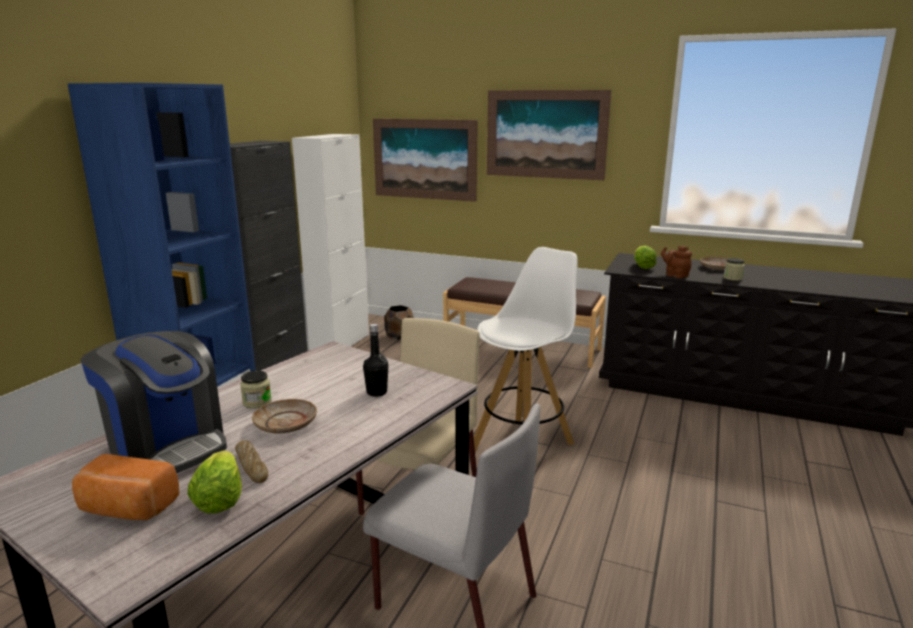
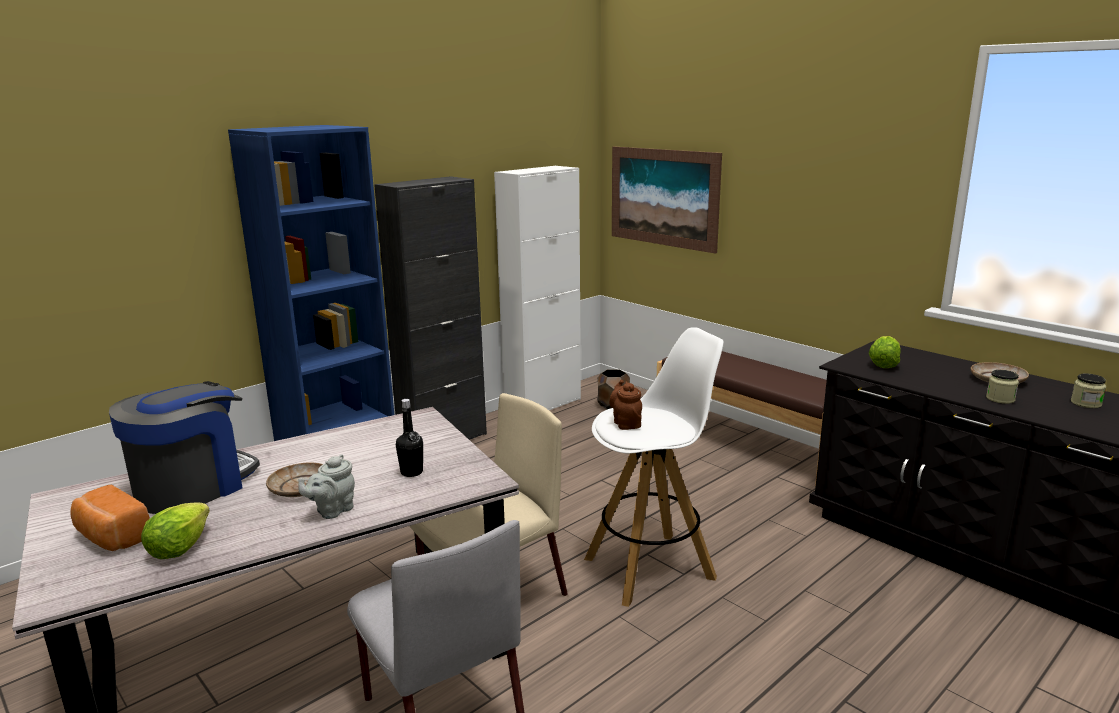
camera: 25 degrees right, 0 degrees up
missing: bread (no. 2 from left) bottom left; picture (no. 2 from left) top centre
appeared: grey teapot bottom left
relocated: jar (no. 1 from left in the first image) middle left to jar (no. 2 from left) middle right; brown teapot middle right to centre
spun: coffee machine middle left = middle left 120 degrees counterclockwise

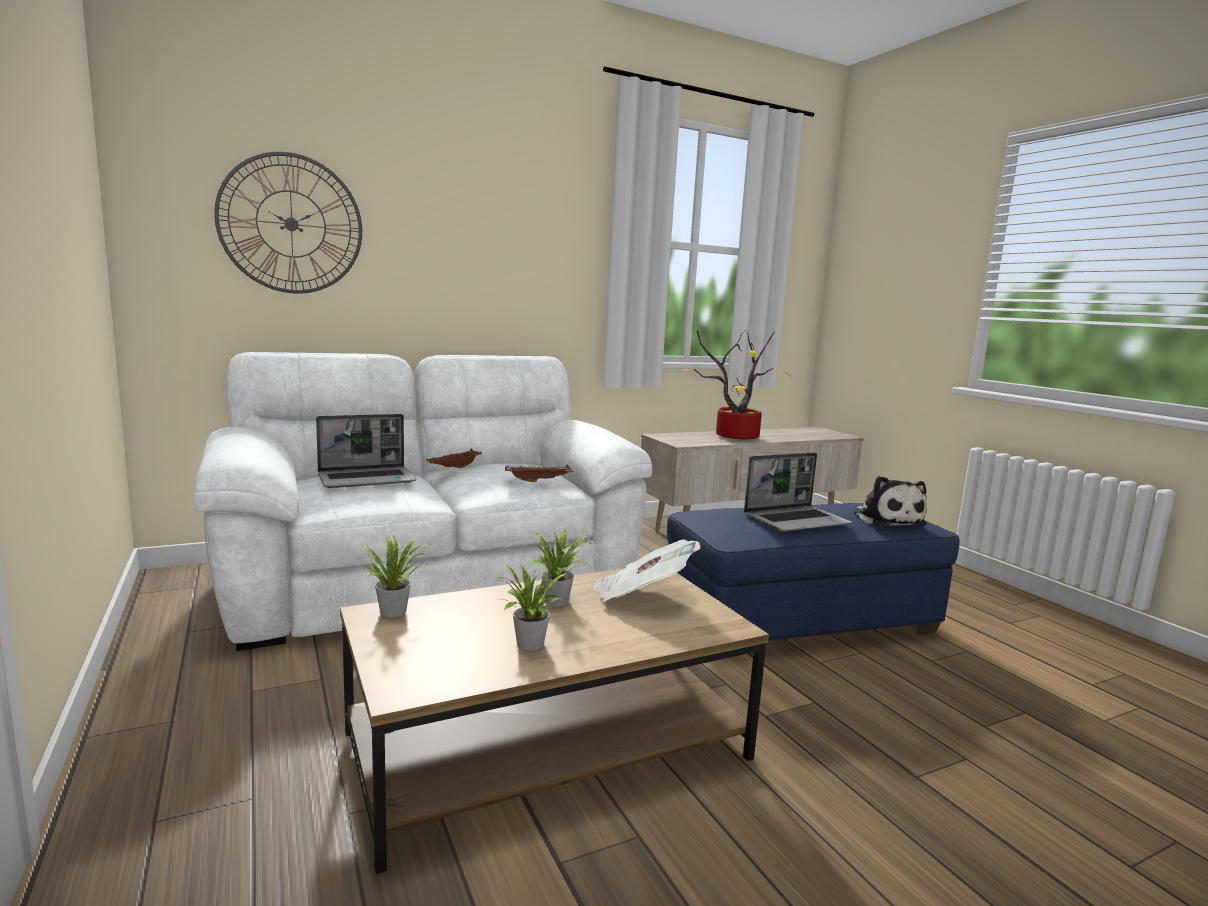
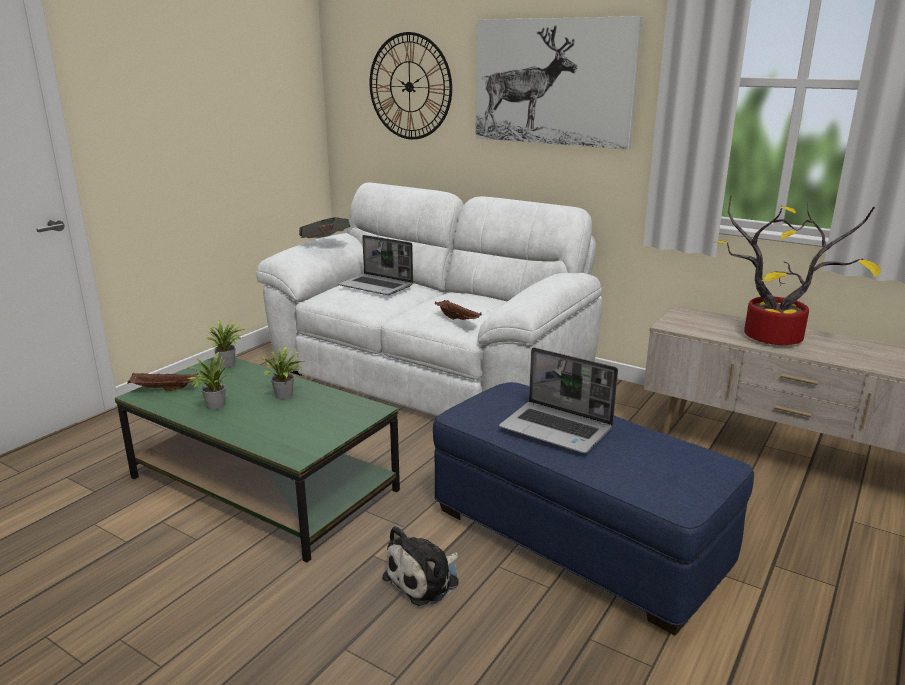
camera: 60 degrees right, 10 degrees up
appeared: picture top centre
relocated: brown tray (no. 1 from left) centre to middle left; newspaper centre to top centre; plush toy middle right to bottom centre
colour: brown coffee table bottom centre to green coffee table bottom left

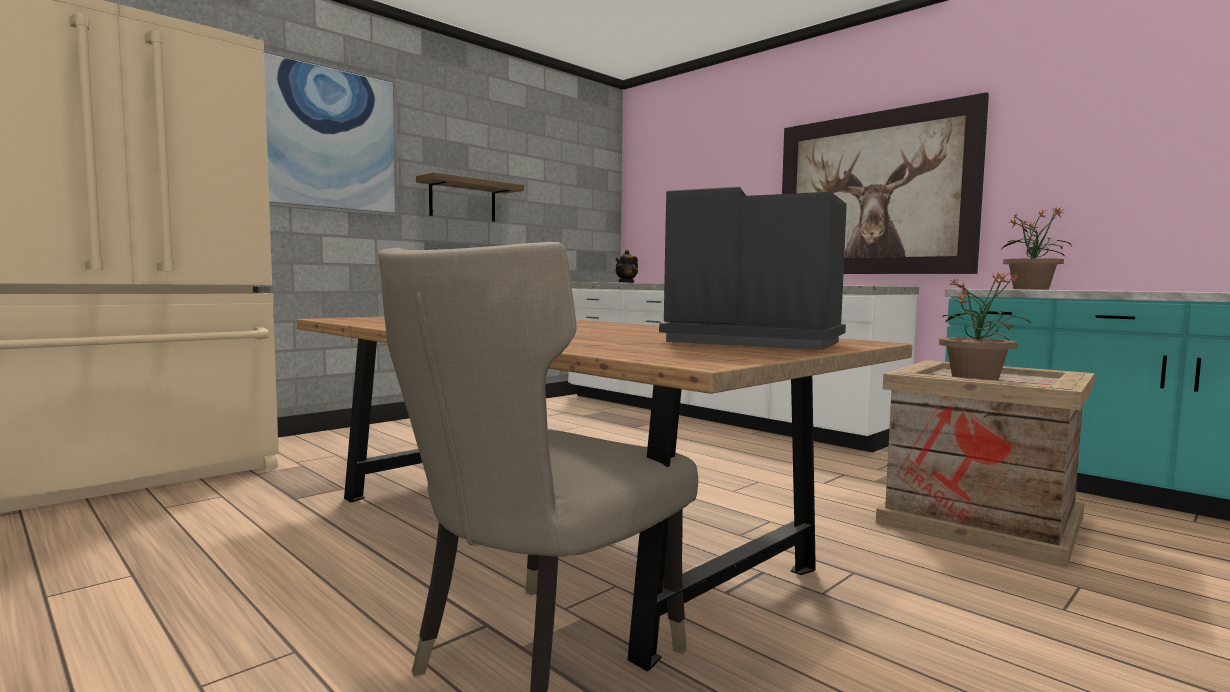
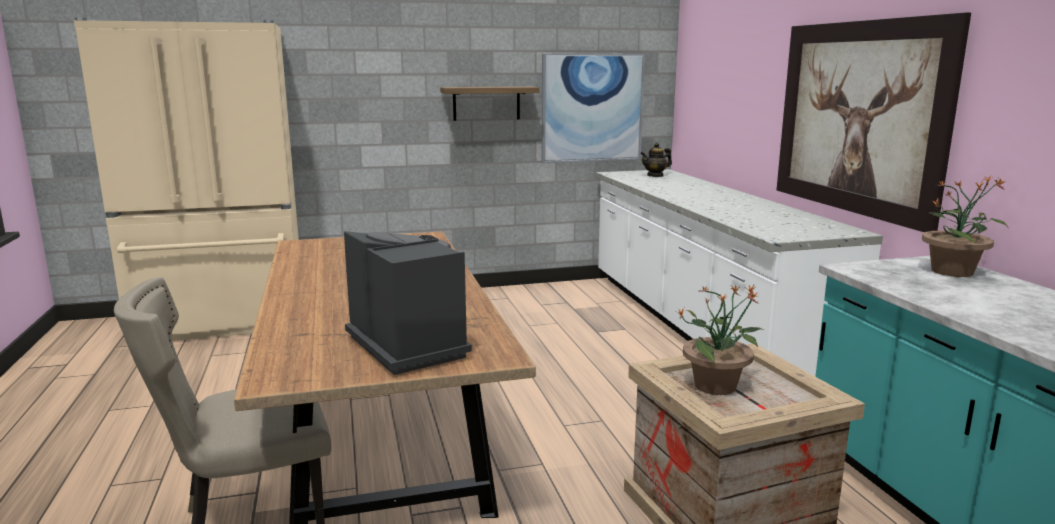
camera: 30 degrees right, 10 degrees up
relocated: picture (no. 1 from left) top left to top centre

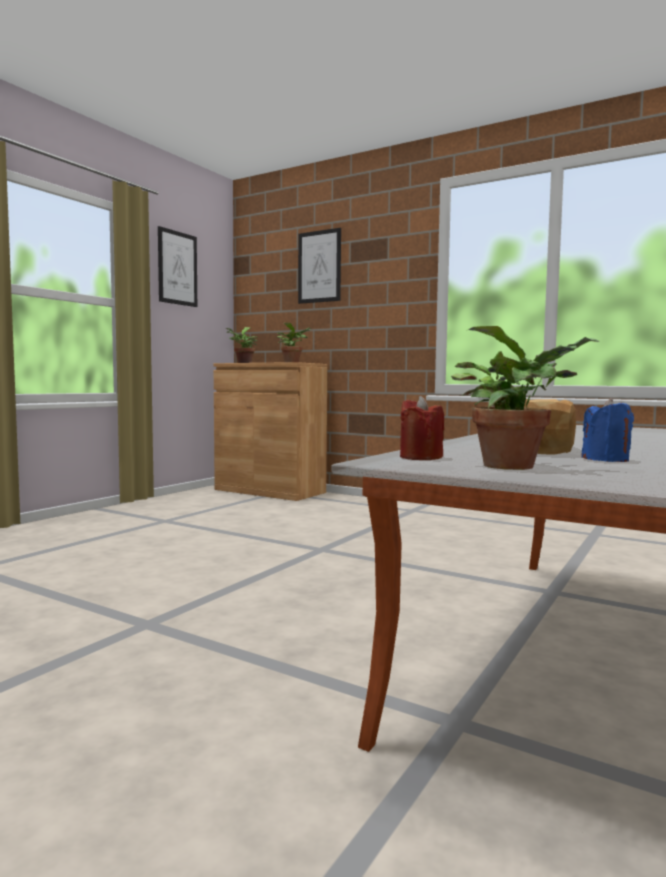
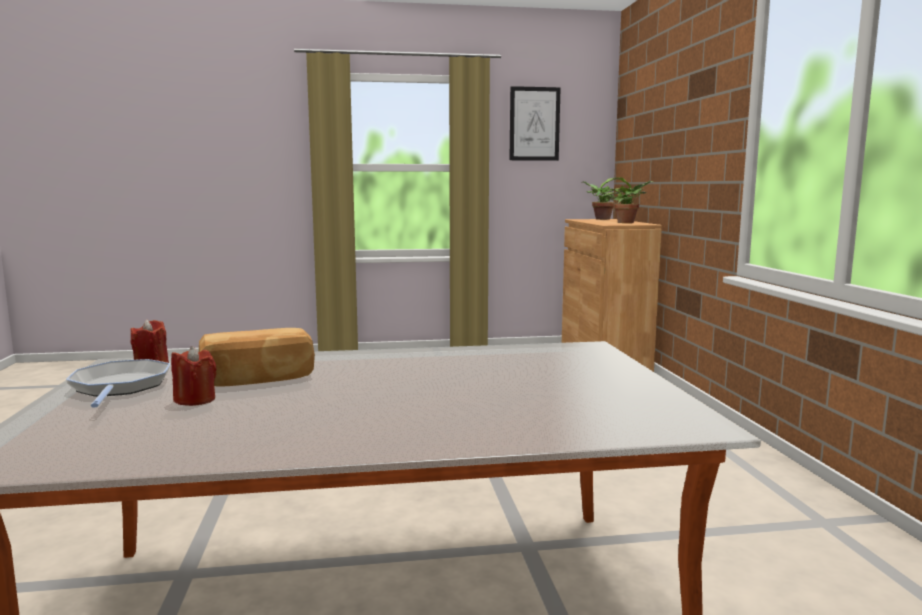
camera: 50 degrees right, 5 degrees up
missing: picture (no. 2 from left) top centre
exchanged: potted plant (no. 3 from left) middle right to frying pan middle left
colour: blue candle middle right to red candle (no. 2 from left) middle left

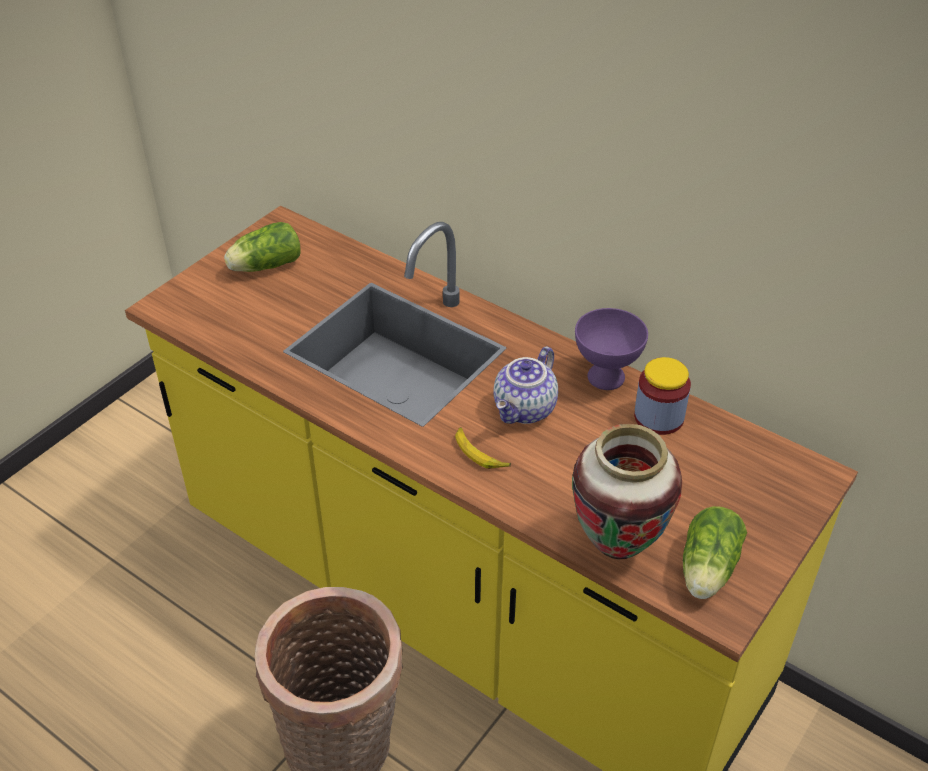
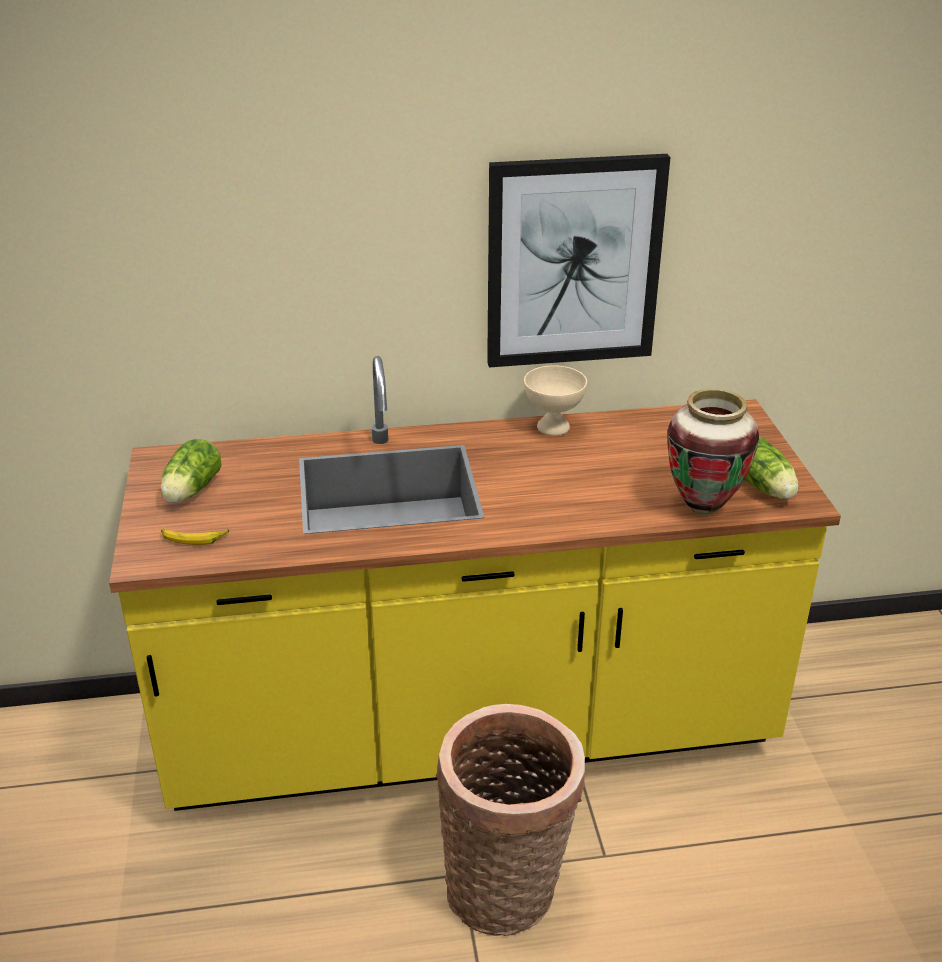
camera: 45 degrees left, 10 degrees down
missing: teapot centre; jar middle right
appeared: picture top centre
relocated: banana centre to middle left
colour: purple bowl centre to beige bowl centre

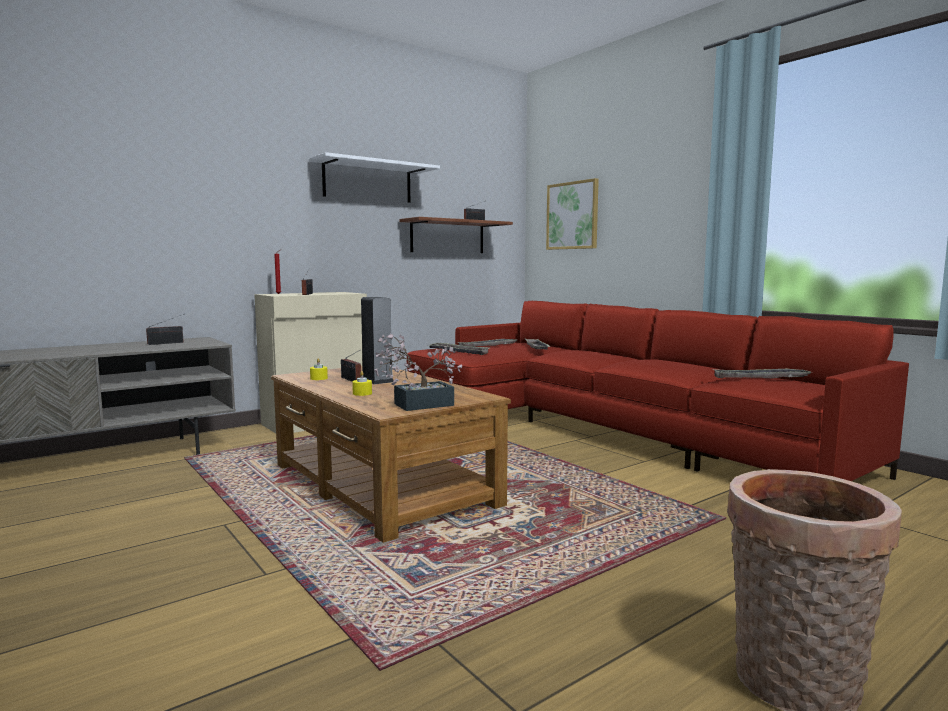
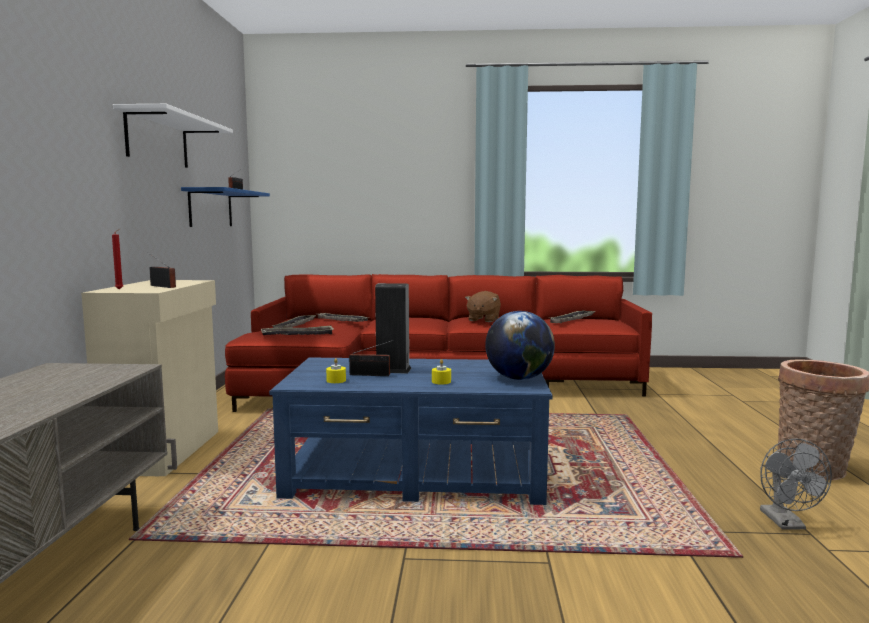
camera: 50 degrees left, 0 degrees up
missing: radio (no. 1 from left) middle left; picture top centre
appeared: brown plush toy centre; grey fan bottom right
exchanged: potted plant centre to globe centre
colour: brown coffee table centre to blue coffee table bottom centre; brown shelf top centre to blue shelf top left

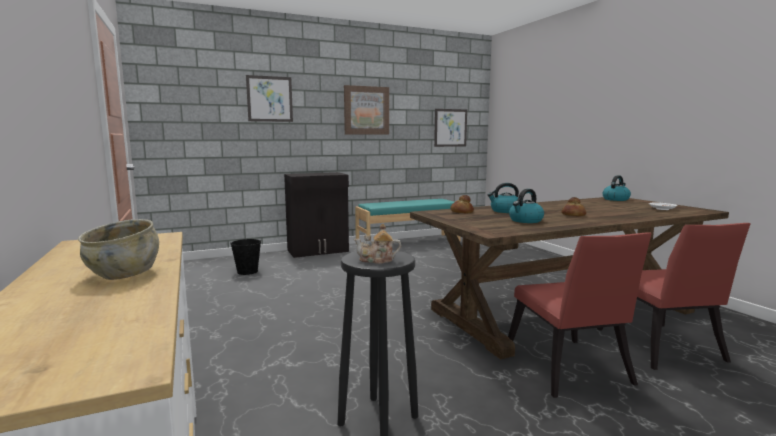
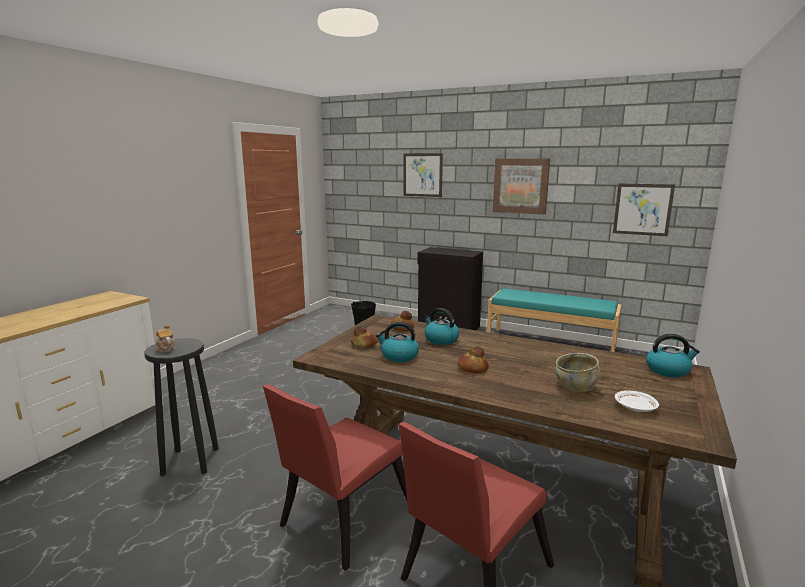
camera: 50 degrees right, 5 degrees up
appeared: bread (no. 1 from left) centre
relocated: beige bowl middle left to middle right

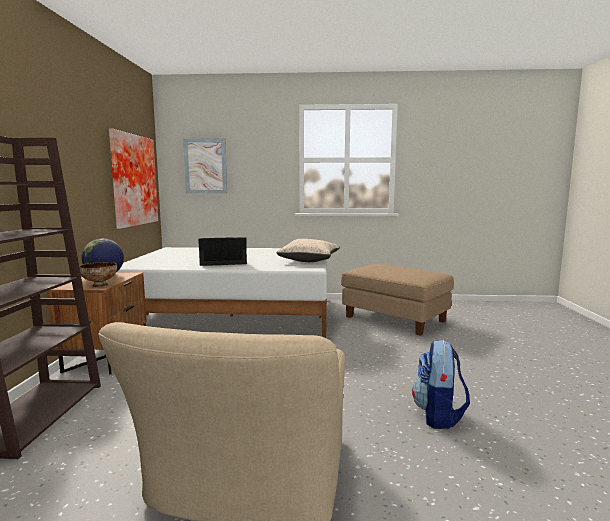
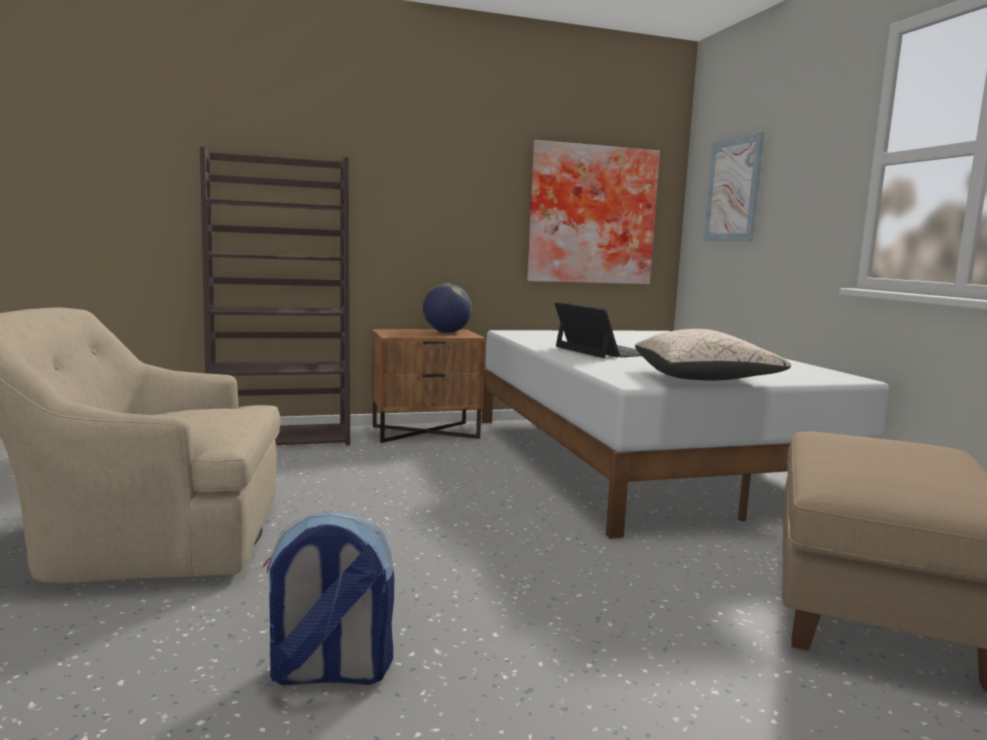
camera: 70 degrees right, 0 degrees up
missing: bowl middle left

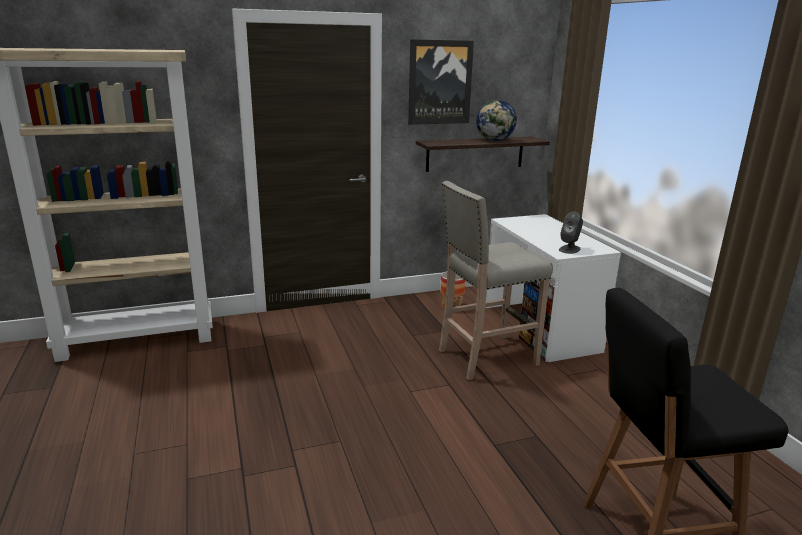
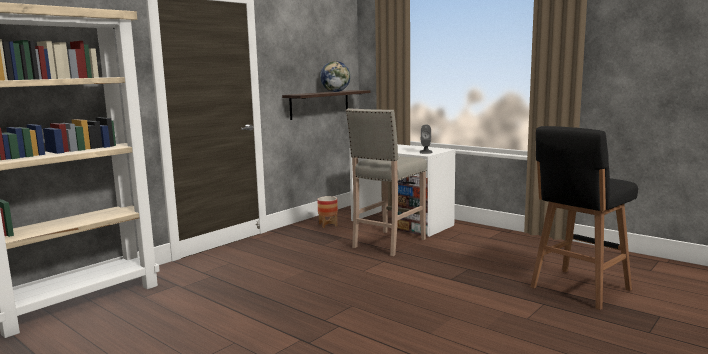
camera: 30 degrees left, 10 degrees down
missing: picture top centre

